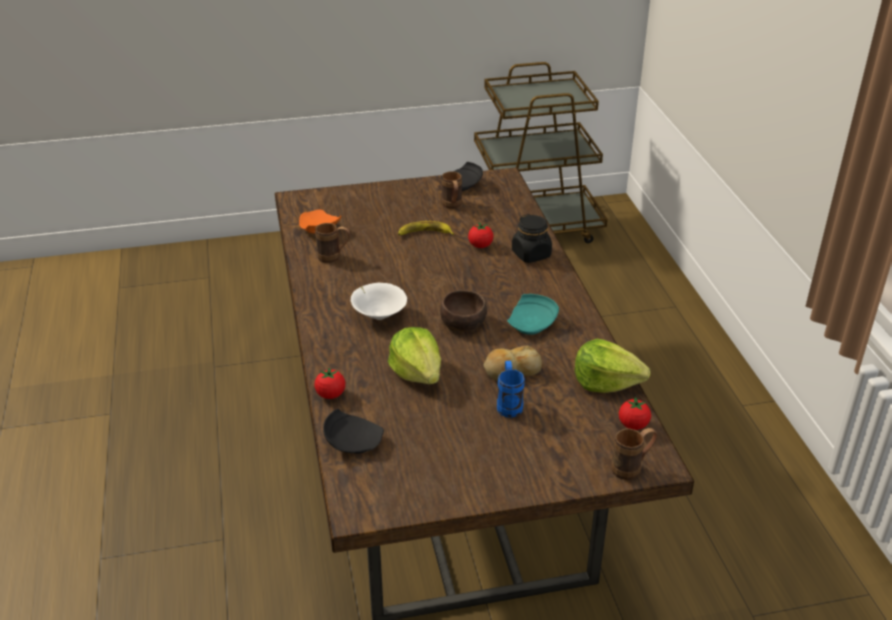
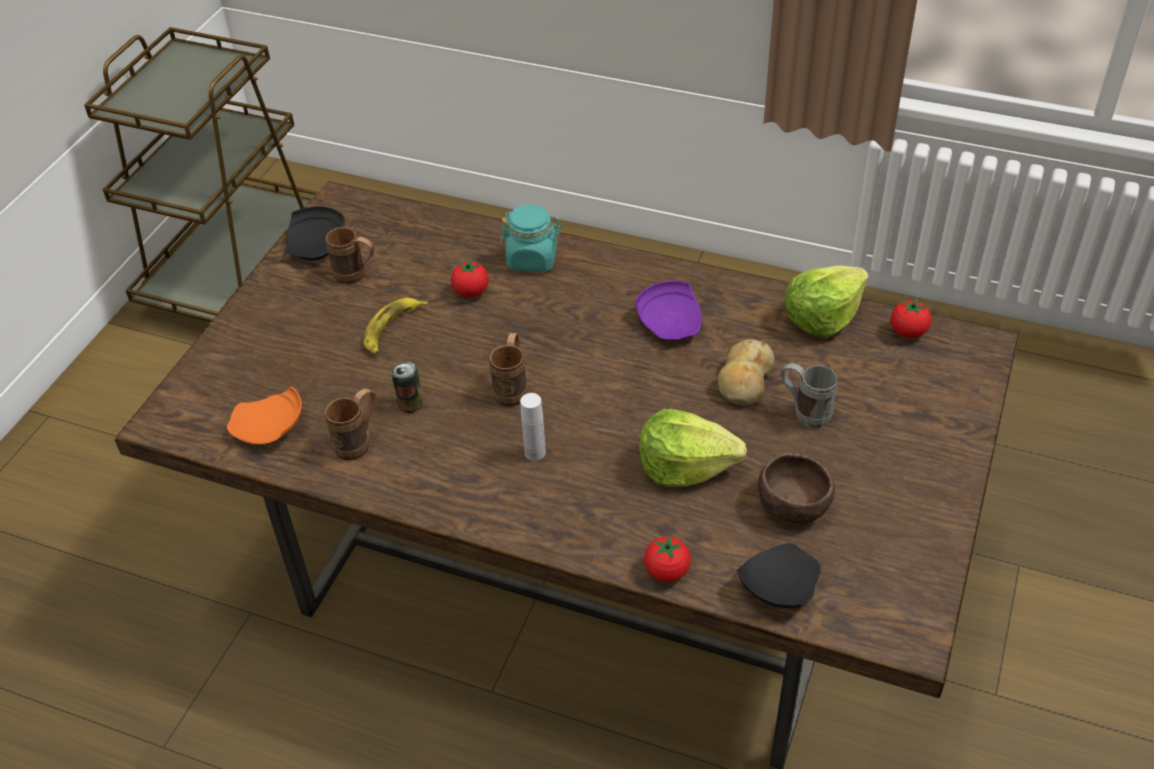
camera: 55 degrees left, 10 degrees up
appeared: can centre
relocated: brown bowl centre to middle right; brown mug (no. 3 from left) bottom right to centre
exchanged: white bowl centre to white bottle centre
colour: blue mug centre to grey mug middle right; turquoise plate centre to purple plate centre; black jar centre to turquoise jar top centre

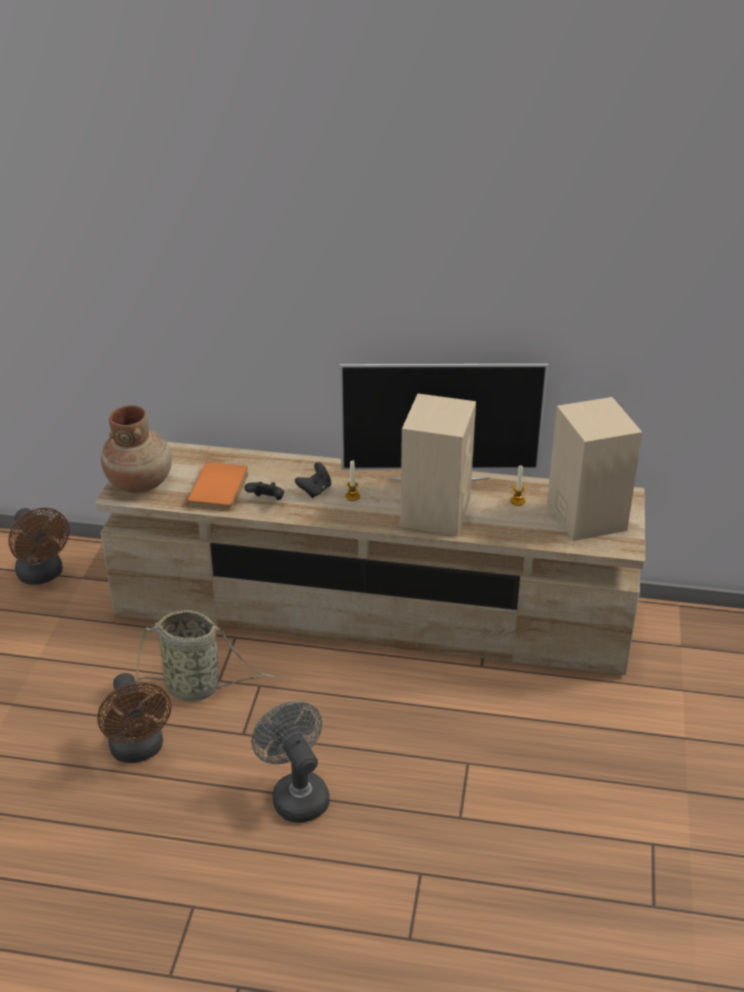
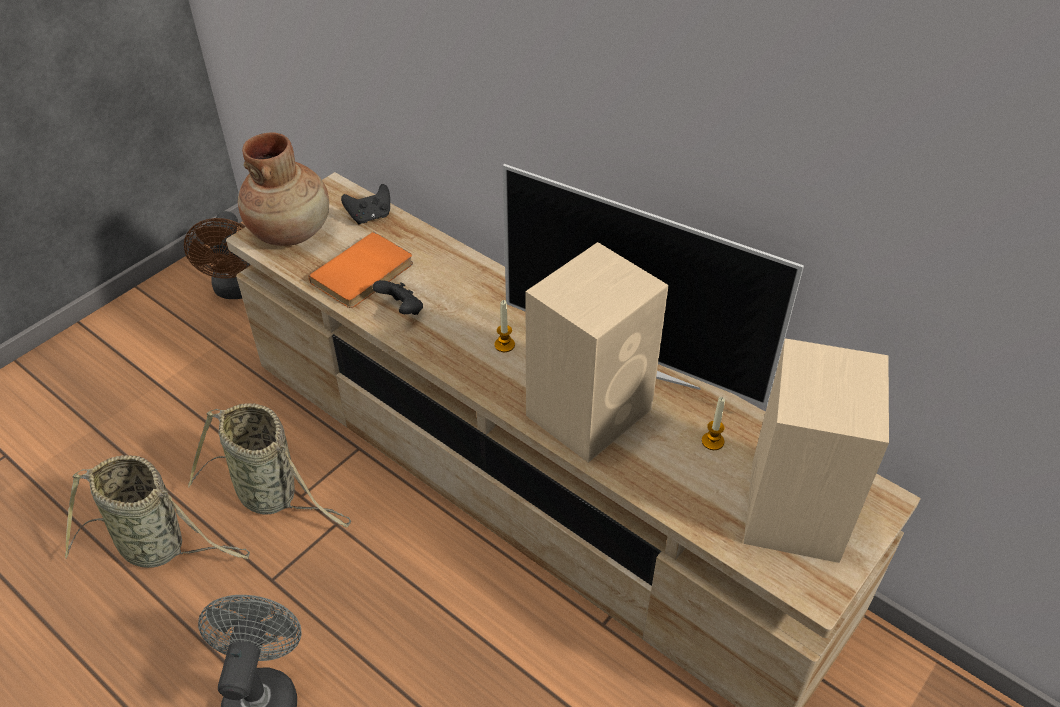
camera: 30 degrees right, 10 degrees up
relocated: black game controller (no. 2 from left in the first image) centre to black game controller (no. 1 from left) top centre
exchanged: brown fan (no. 2 from left) bottom left to basket (no. 1 from left) bottom left

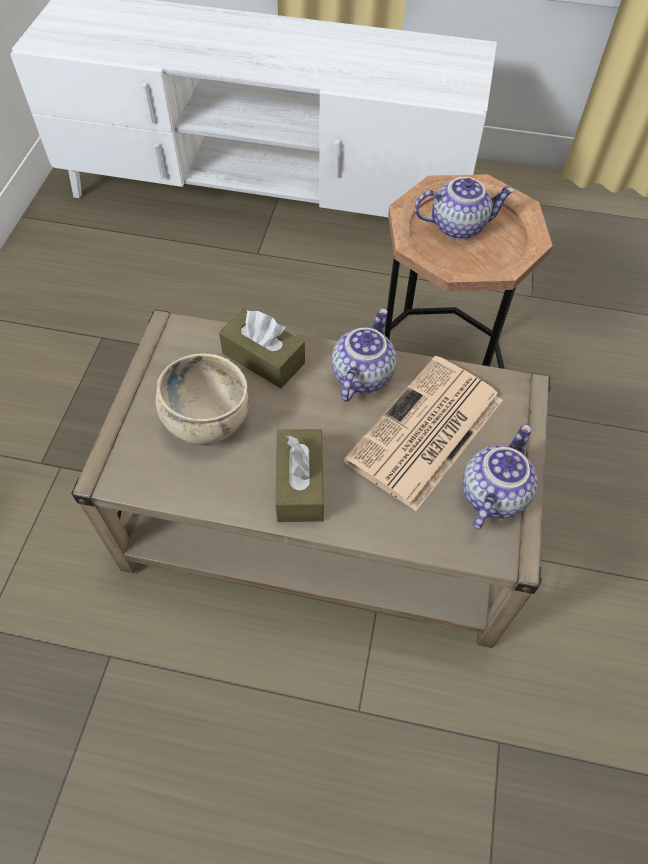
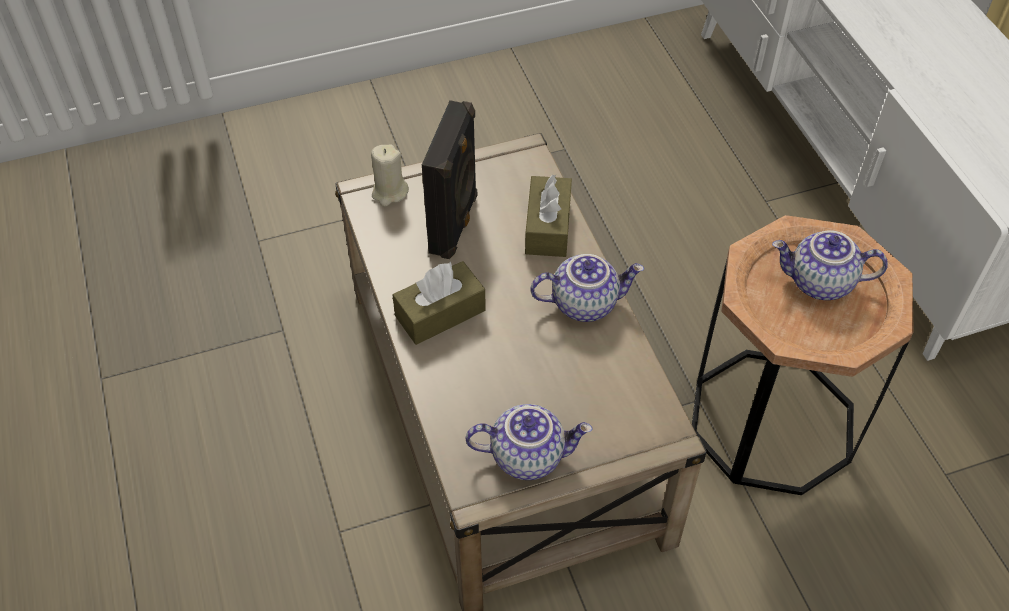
camera: 60 degrees right, 5 degrees down
missing: newspaper centre
appeared: beige candle top centre
exchanged: beige bowl middle left to black speaker top centre
spun: teapot (no. 2 from left in the first image) top right = middle right 135 degrees clockwise

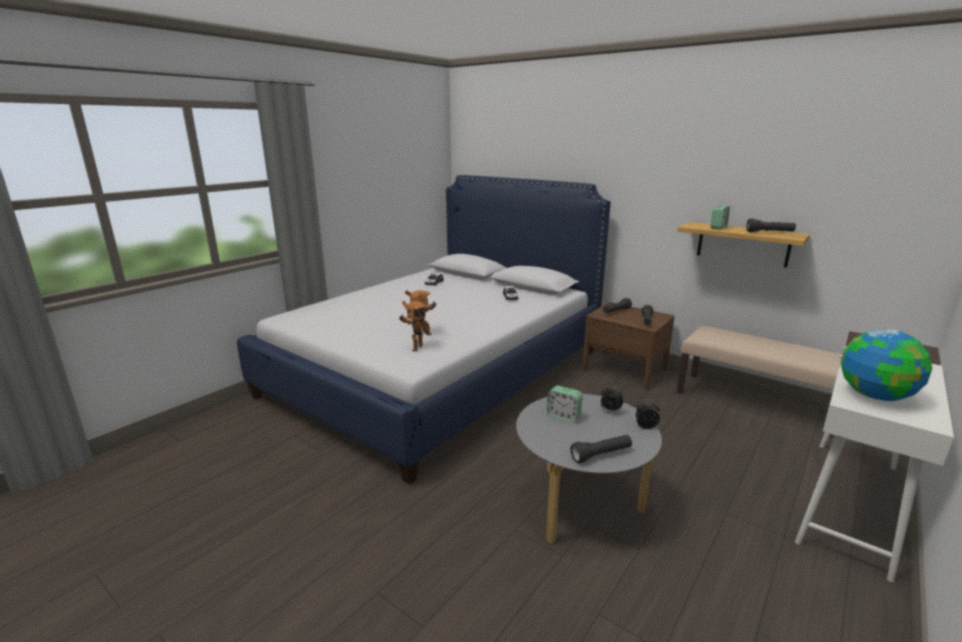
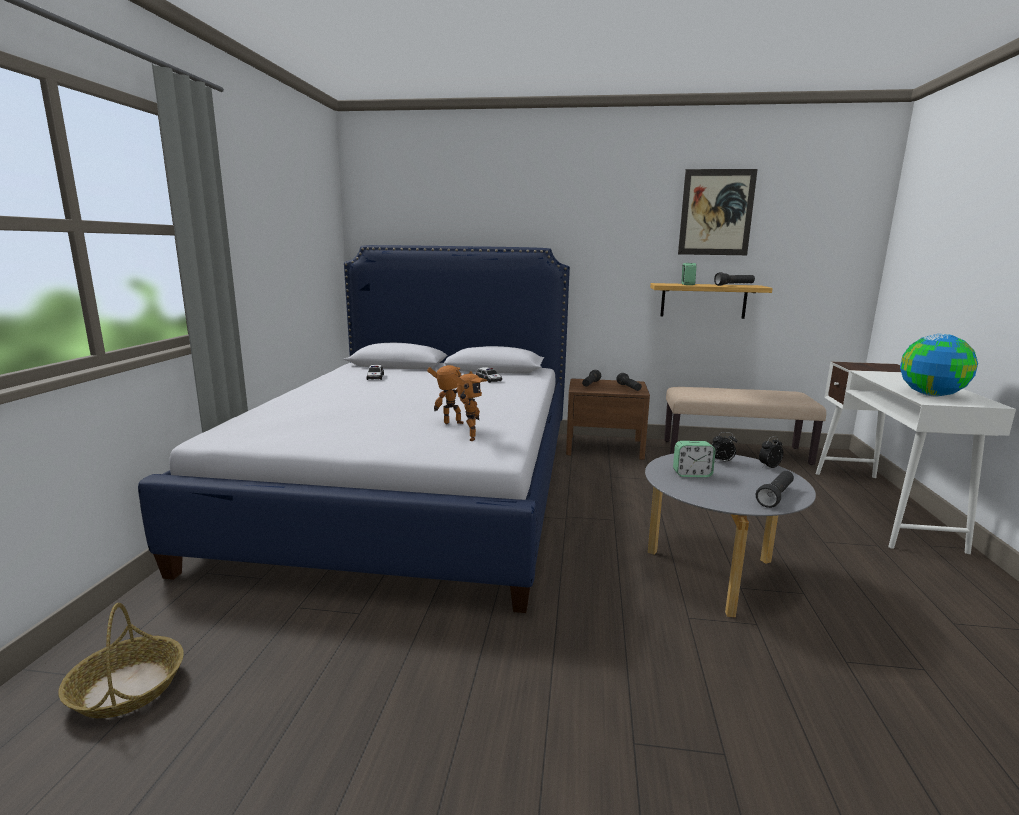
camera: 30 degrees left, 5 degrees down
appeared: basket bottom left; picture top right

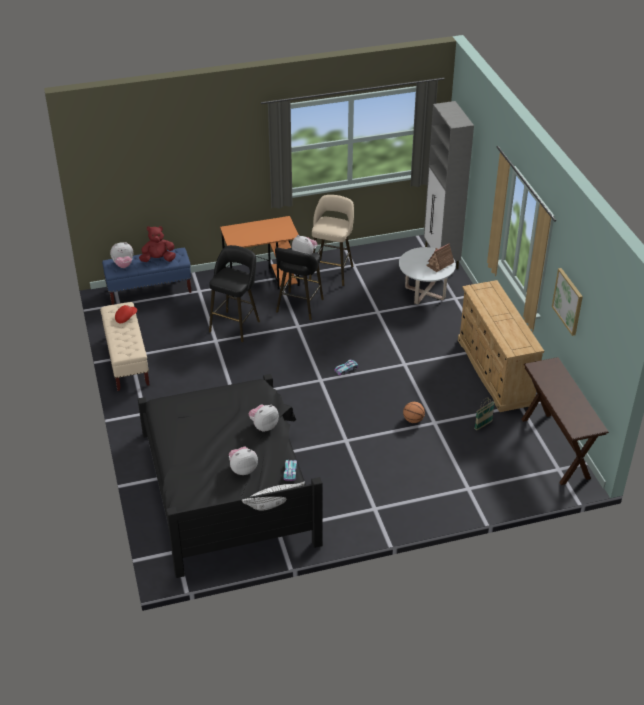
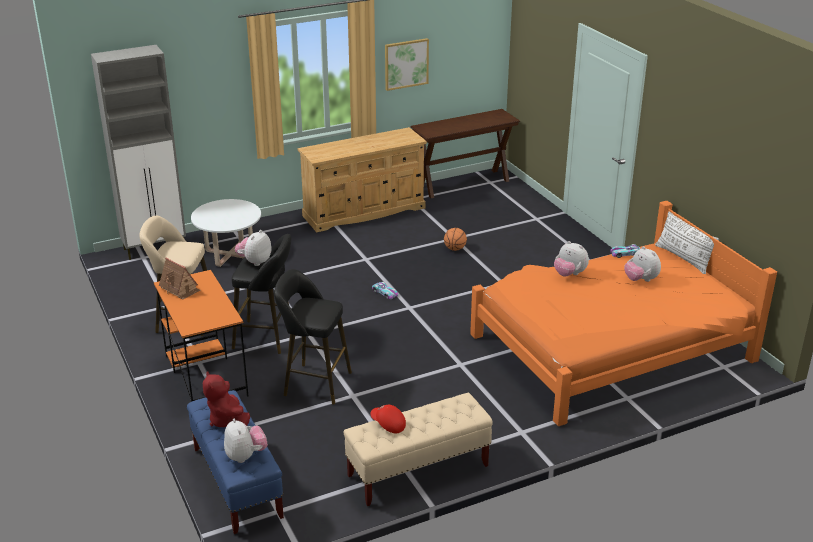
camera: 100 degrees left, 10 degrees down
missing: basket middle right
relocated: toy house middle right to middle left
colour: black bed bottom centre to orange bed middle right

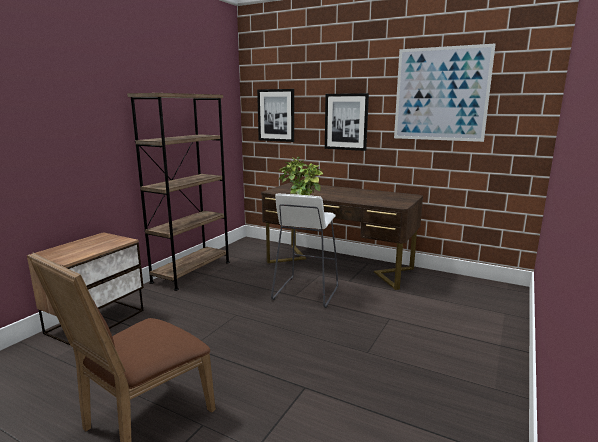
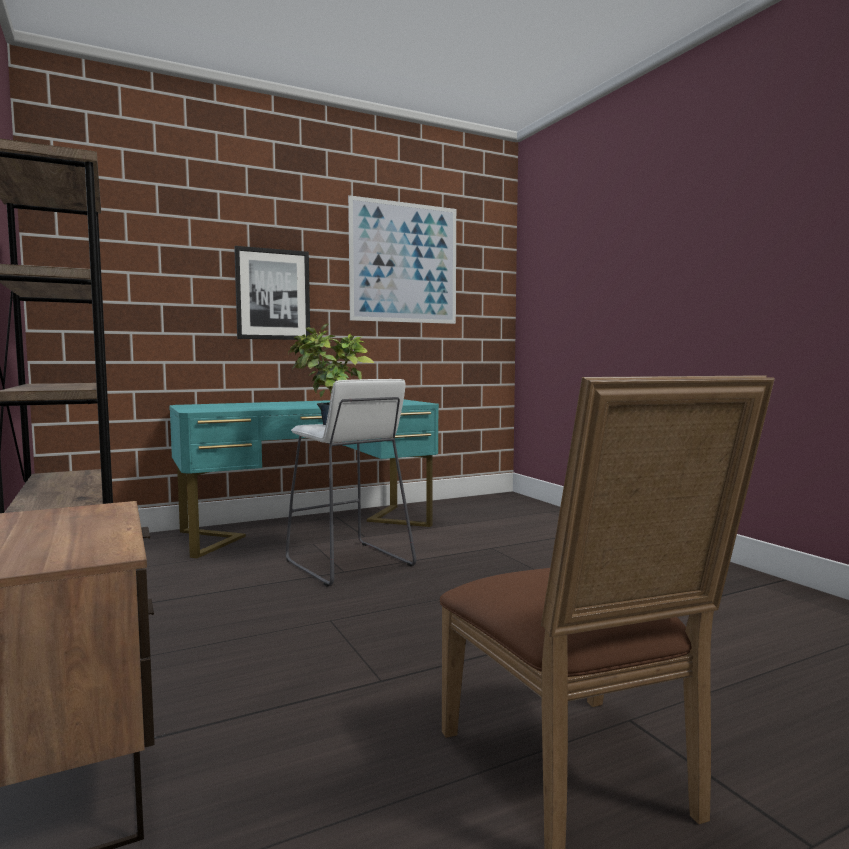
camera: 55 degrees left, 10 degrees down
missing: picture (no. 1 from left) top centre
colour: brown desk centre to turquoise desk centre

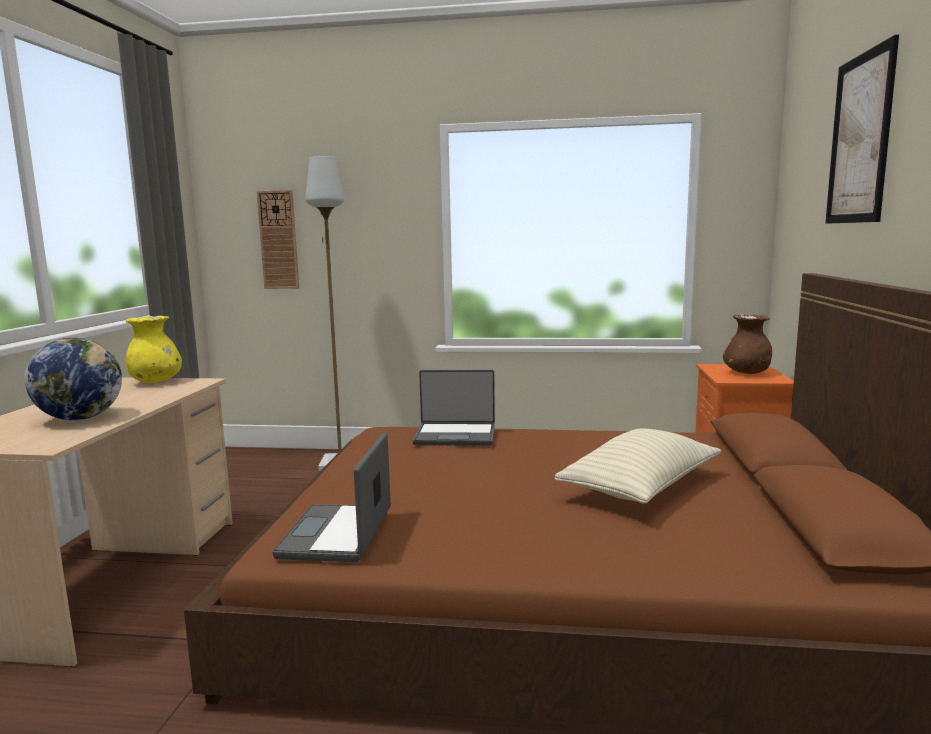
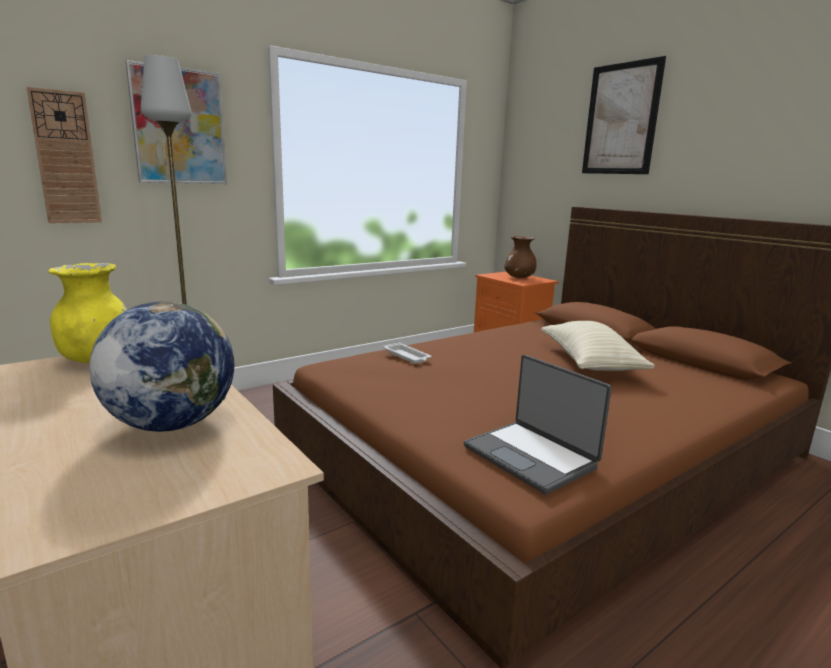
camera: 45 degrees left, 5 degrees up
appeared: picture (no. 1 from left) top left
exchanged: laptop (no. 2 from left) centre to white tray centre

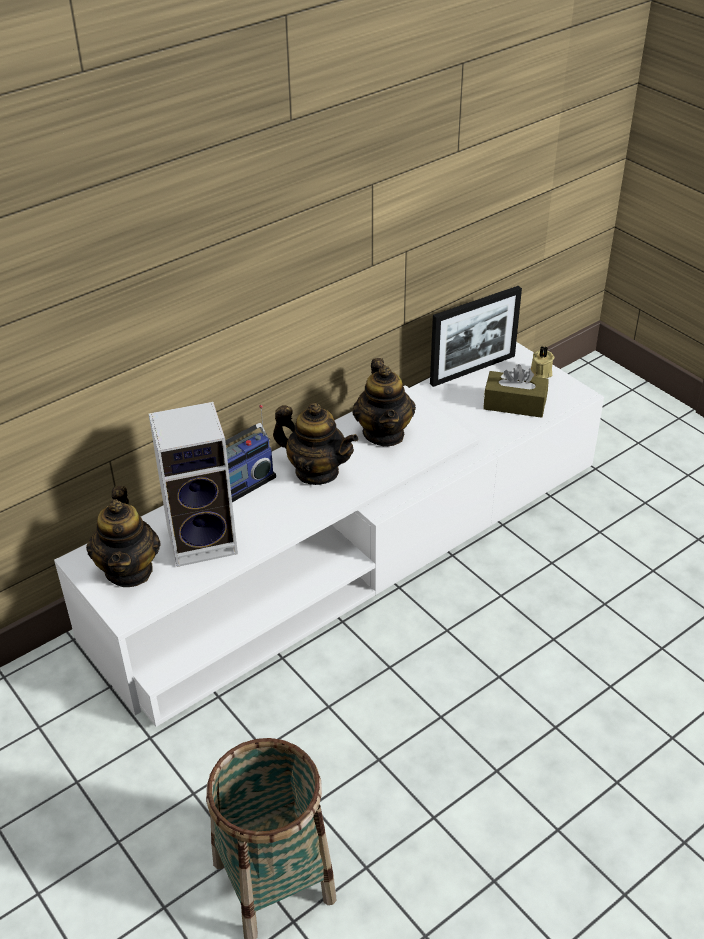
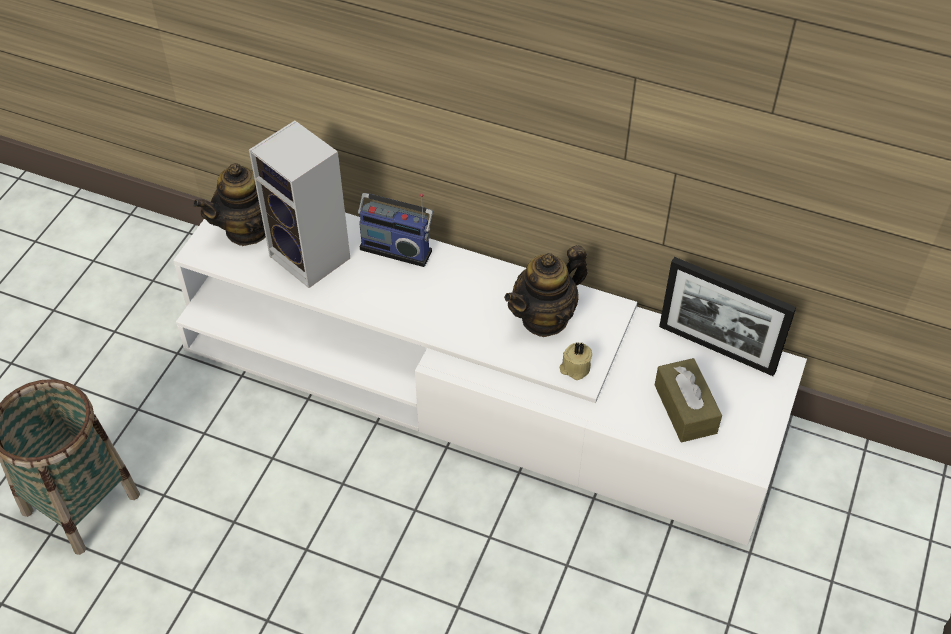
camera: 60 degrees right, 10 degrees up
missing: teapot (no. 2 from left) centre
relocated: beige candle middle right to centre

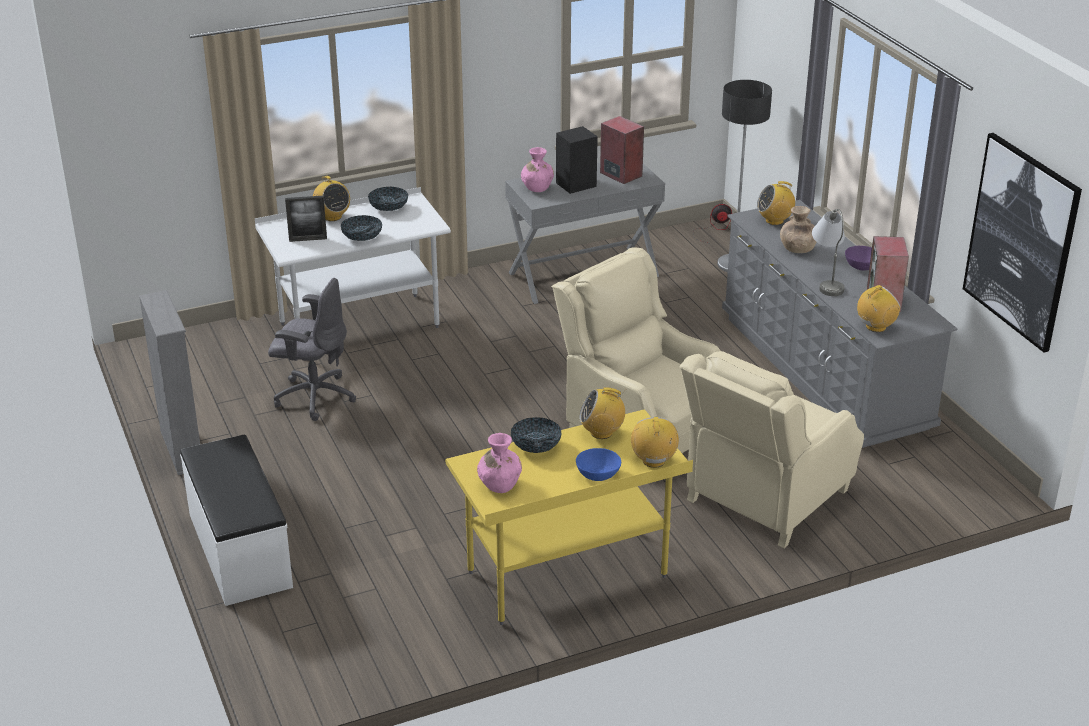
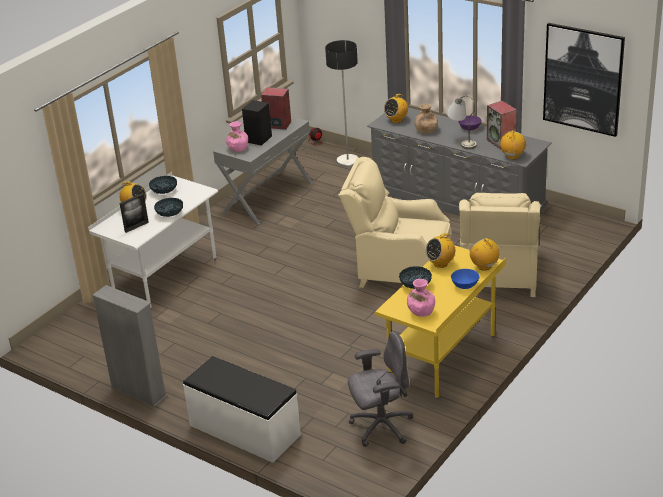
camera: 30 degrees left, 0 degrees up
relocated: grey office chair middle left to bottom centre

